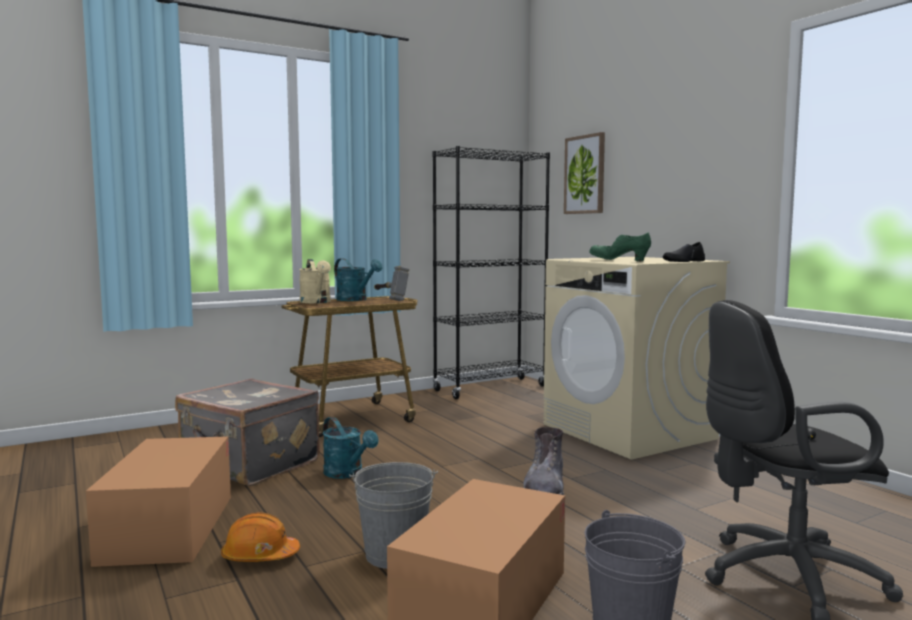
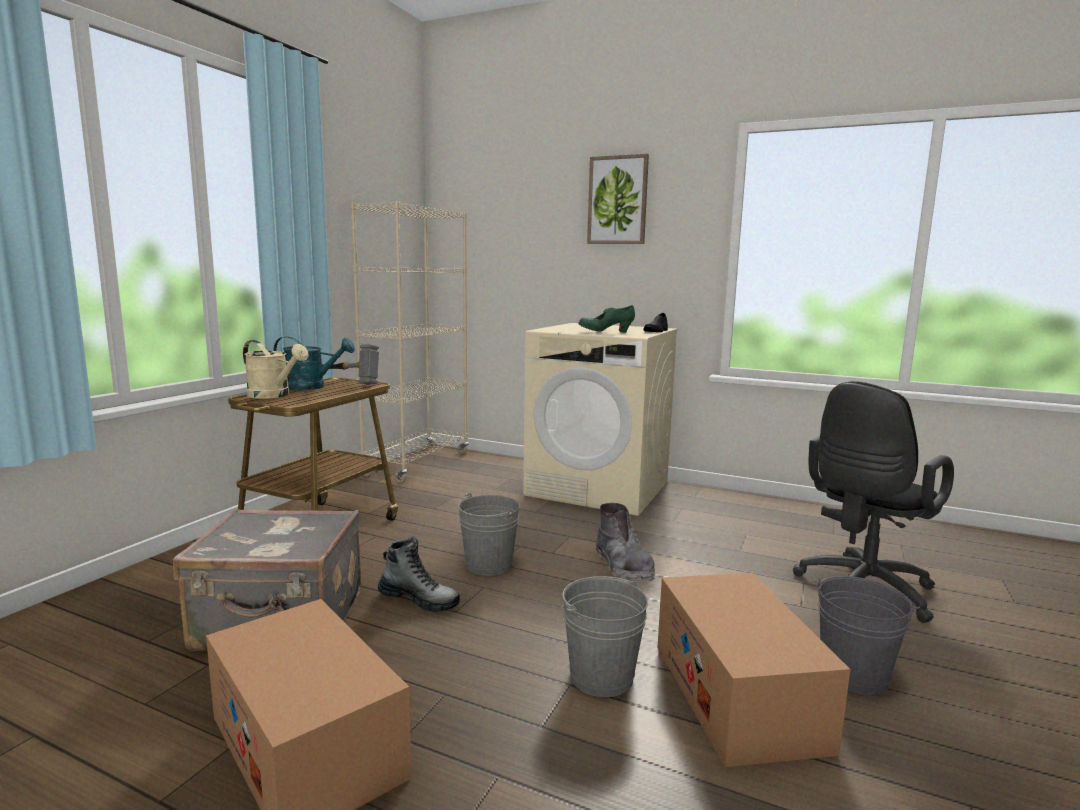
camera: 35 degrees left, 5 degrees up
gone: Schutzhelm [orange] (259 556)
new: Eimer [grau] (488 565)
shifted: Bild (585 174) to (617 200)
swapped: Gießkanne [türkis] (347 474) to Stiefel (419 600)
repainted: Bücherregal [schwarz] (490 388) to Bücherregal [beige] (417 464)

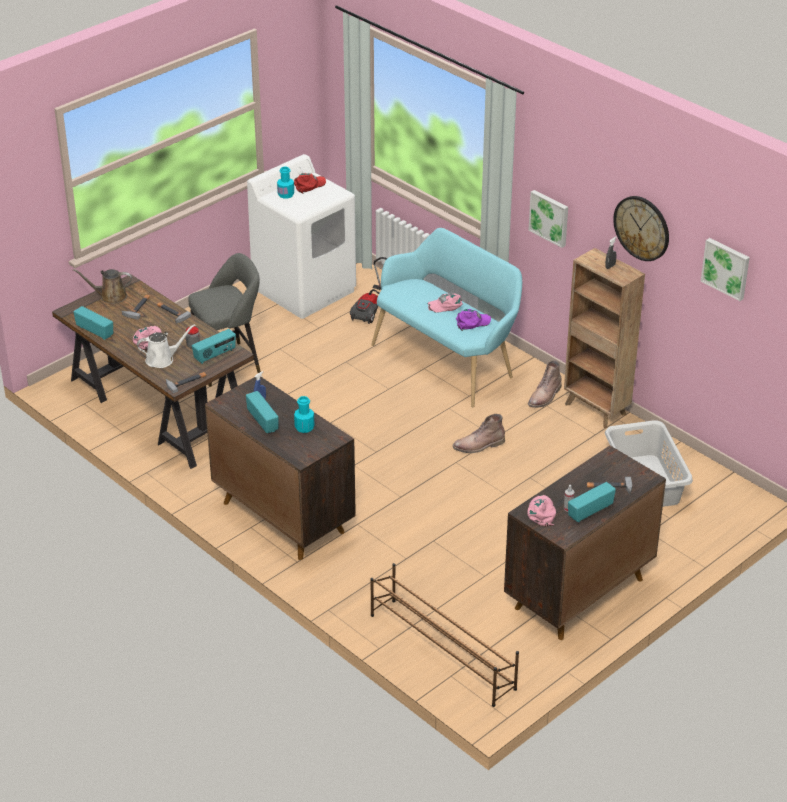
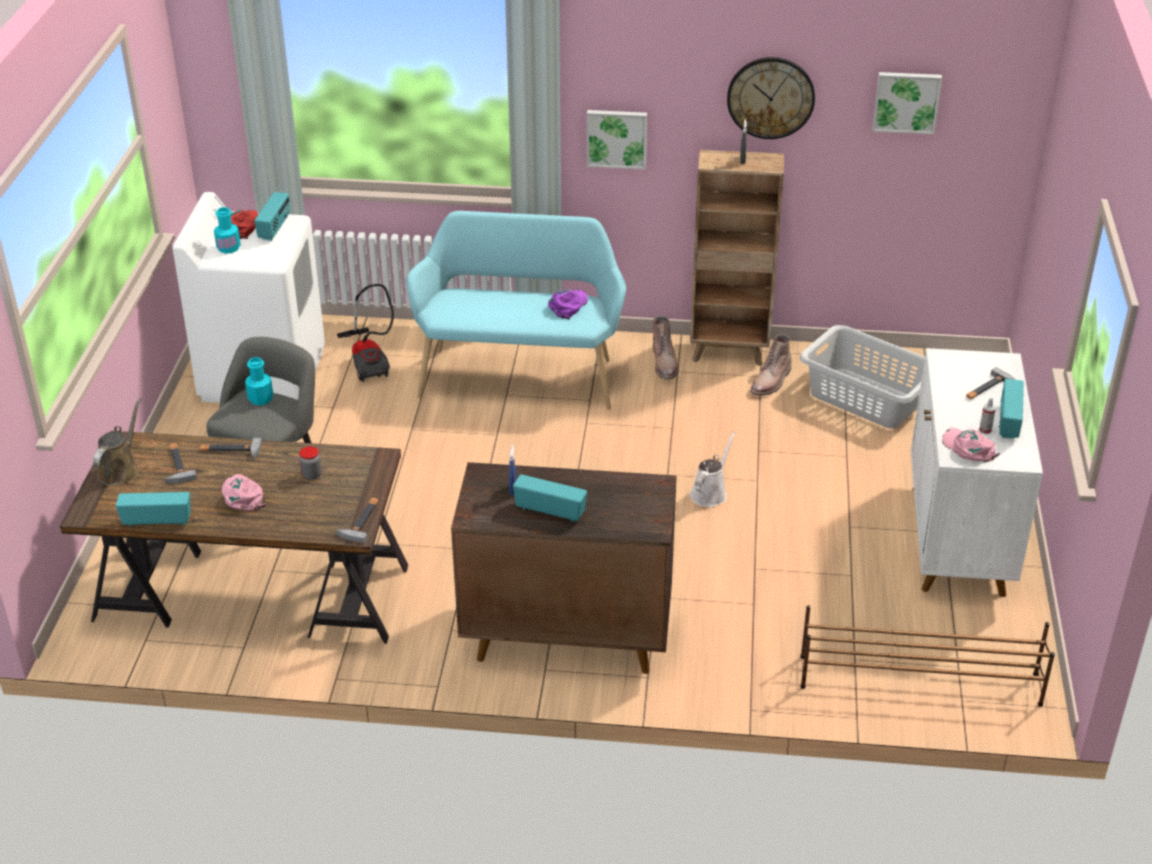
camera: 40 degrees left, 0 degrees up
gone: Kappe [rosa] (446 305)
shifted: Flasche [türkis] (304 427) to (260 399); Radio (215 355) to (275 228); Gießkanne [weiß] (162 359) to (710 493); Stiefel [braun] (478 446) to (771 382)
repainted: Schrank [braun] (578 594) to Schrank [weiß] (957 541)
rotated: Gießkanne [braun] (110 296) = (120 470) 150 degrees clockwise

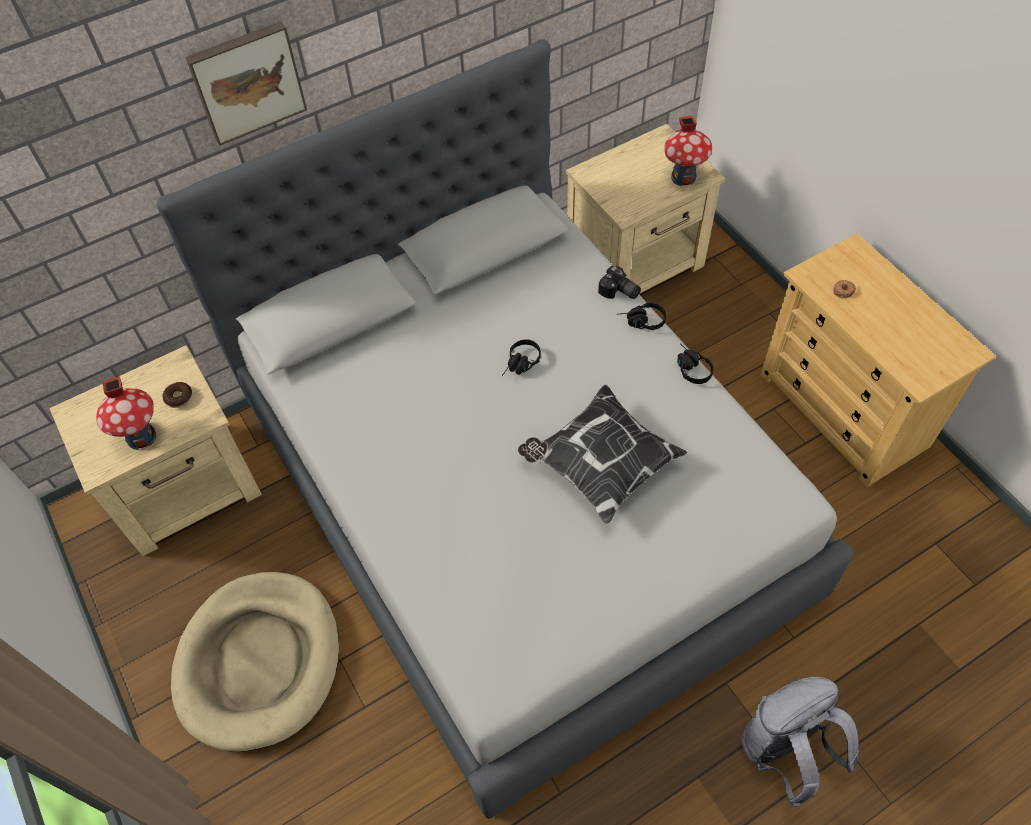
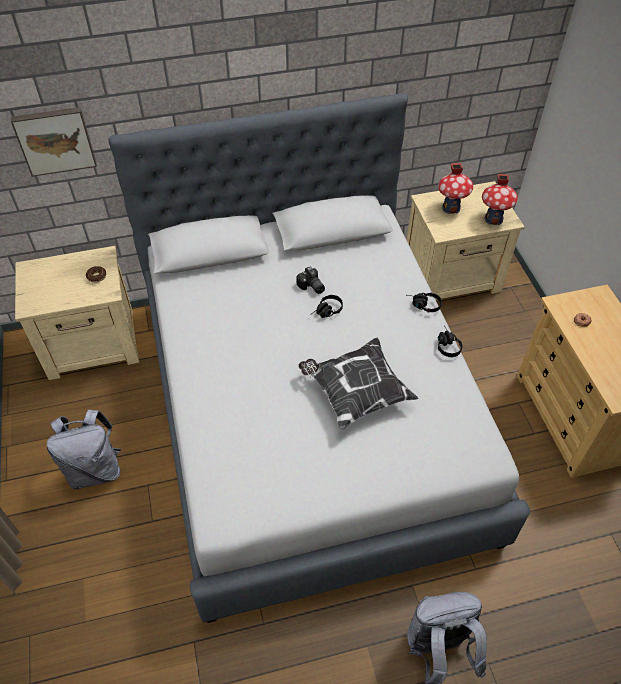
camera: 15 degrees right, 5 degrees down
shifted: Bild (247 81) to (55 140); Kamera (619 292) to (311 287); Spielzeughaus (141 437) to (451 208)
swapped: Hundebett [beige] (259 661) to Rucksack [grau] (95 469)

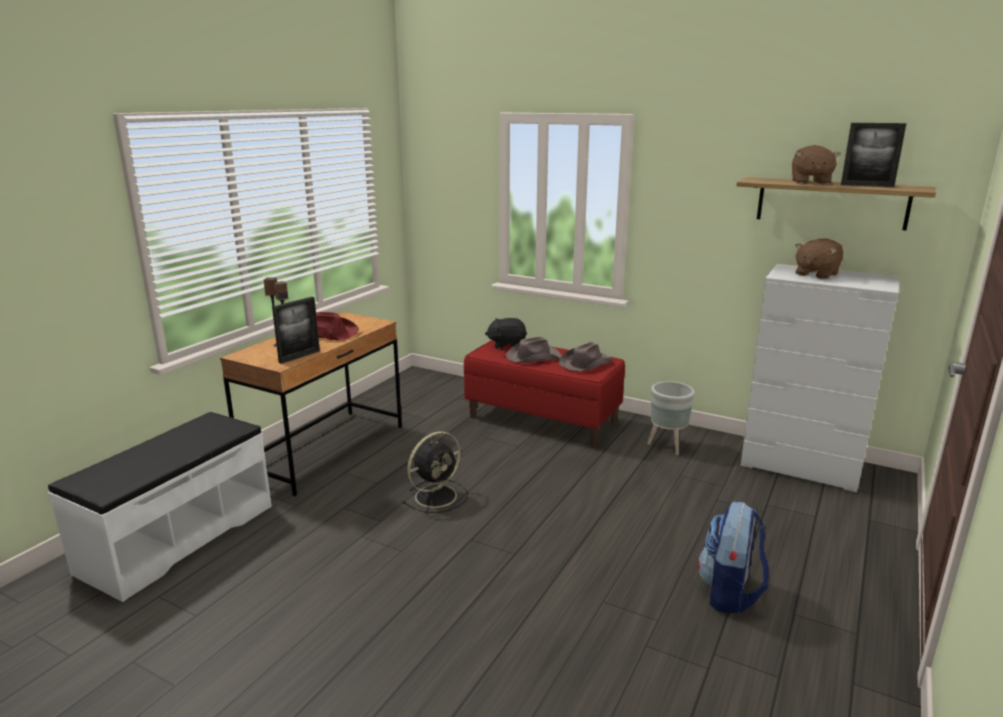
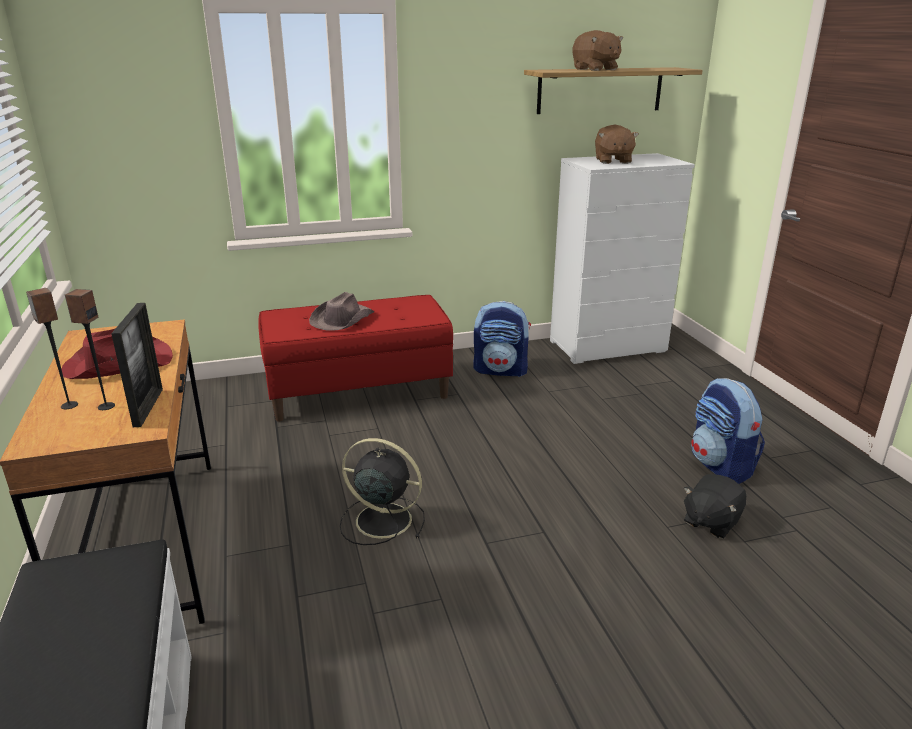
camera: 45 degrees left, 5 degrees up
gone: Hut [braun] (585 363); Bilderrahmen (867 185)
shifted: Plüschtier [schwarz] (507 345) to (710 521)
swapped: Pflanzkübel [grau] (668 446) to Rucksack (501 370)
rotated: Ventilator [schwarz] (437 496) = (381 520) 75 degrees counterclockwise

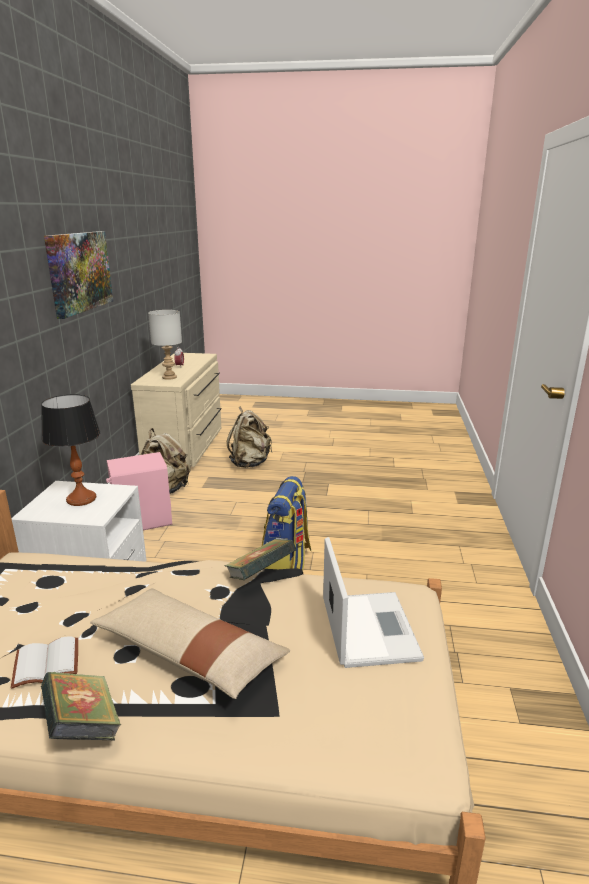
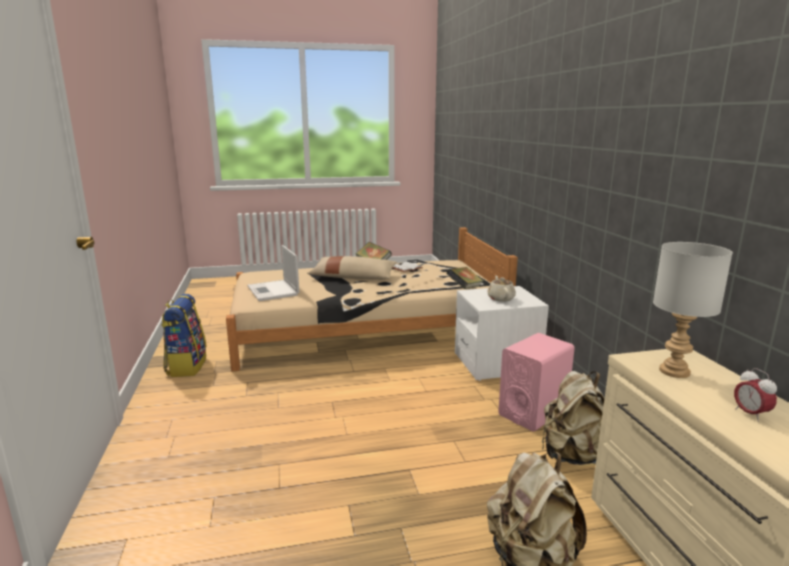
camera: 160 degrees right, 5 degrees down
gone: Bild (79 272)
shifted: Rucksack (287 563) to (186 366); Buch (260 575) to (464 288)
swapped: Tischlampe (81 499) to Teekanne [beige] (500 298)

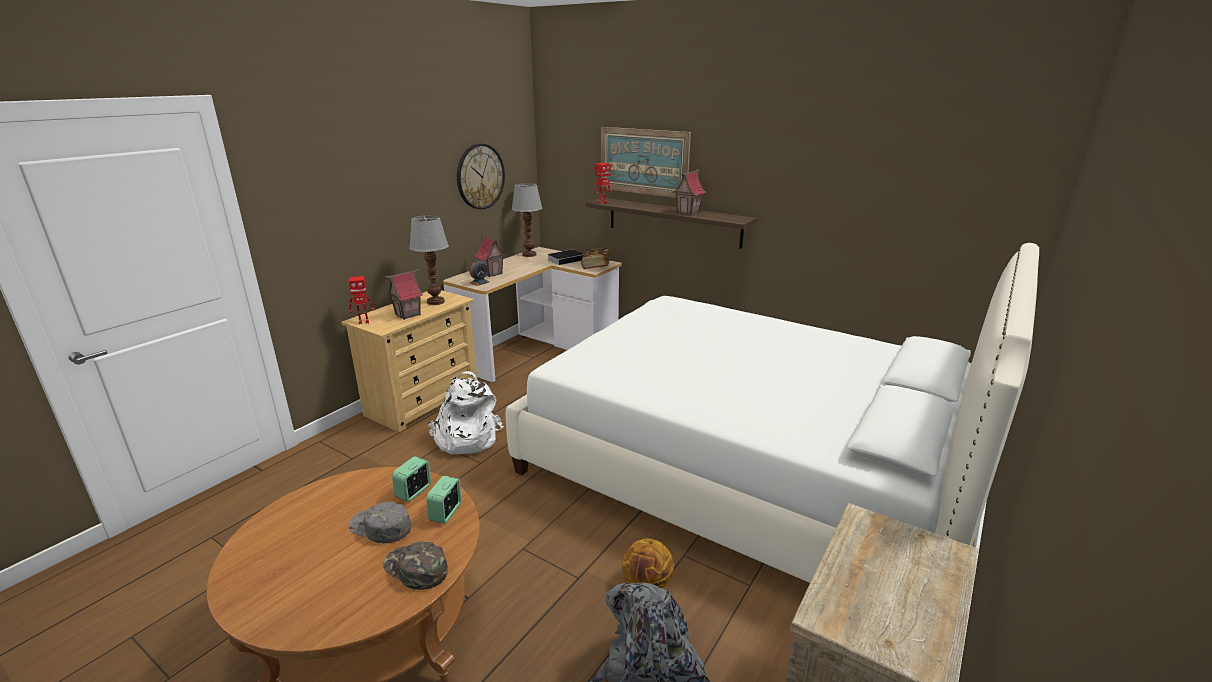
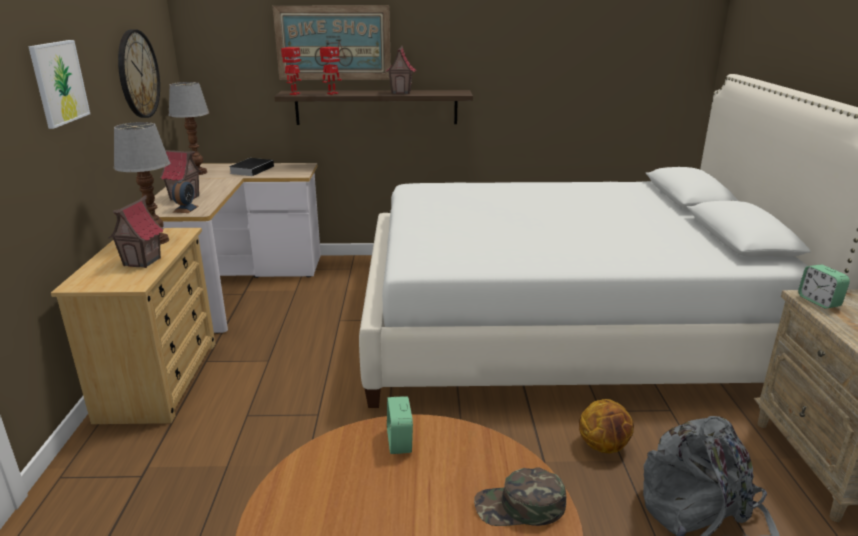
camera: 35 degrees left, 0 degrees up
gone: Kappe [grau] (380 527); Rucksack [weiß] (465 438); Buch (596 266)
new: Bild (59 82)
shifted: Spielzeugroboter (364 322) to (332 93); Wecker (446 513) to (819 301)

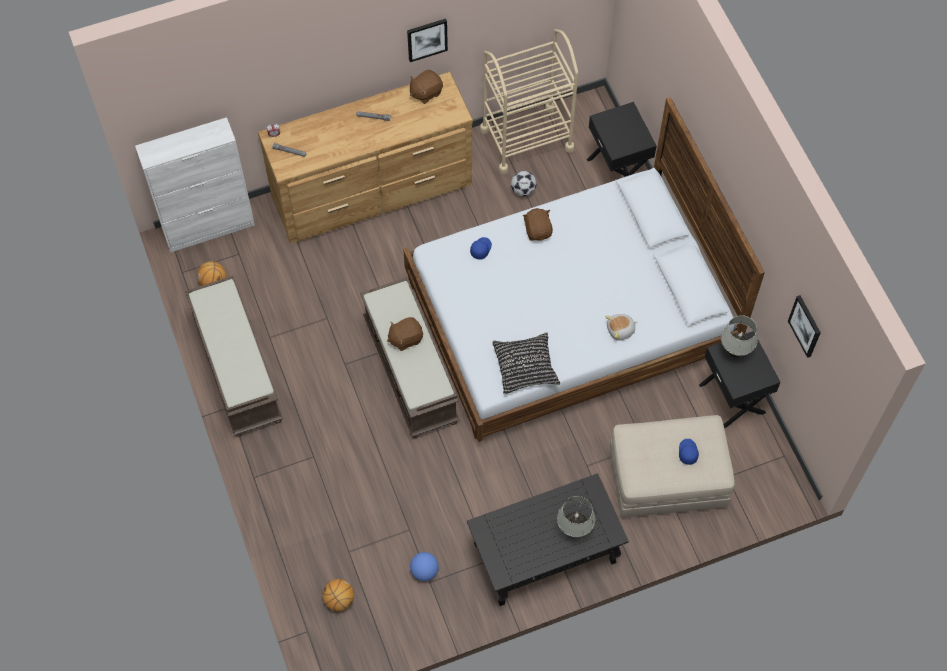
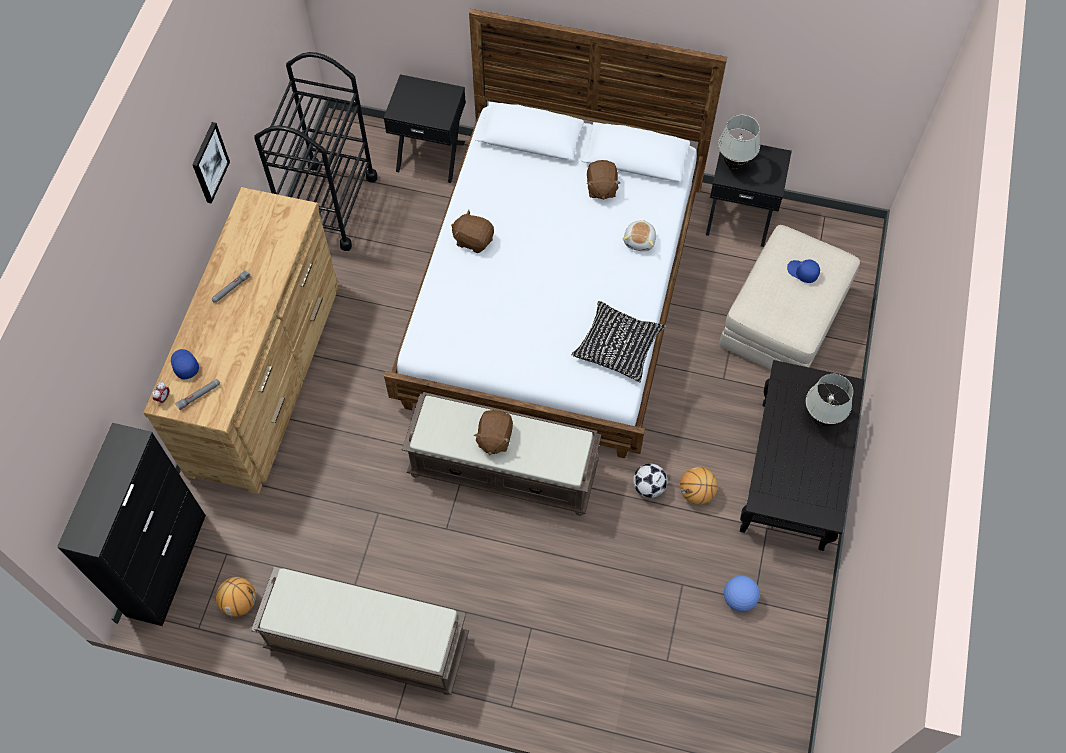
camera: 55 degrees left, 0 degrees up
gone: Bild (805 326)
shifted: Kappe [blau] (480 249) to (184 365); Plüschtier [braun] (425 92) to (601 188); Fußball (523 190) to (648 487); Basketball (339 600) to (696 493)
repainted: Schrank [weiß] (209 227) to Schrank [schwarz] (167 564); Rollwagen [beige] (526 139) to Rollwagen [schwarz] (329 205)

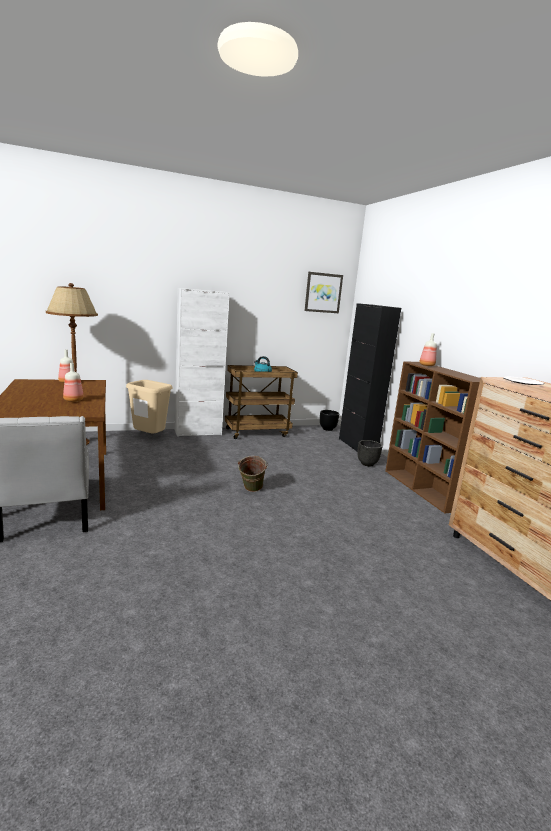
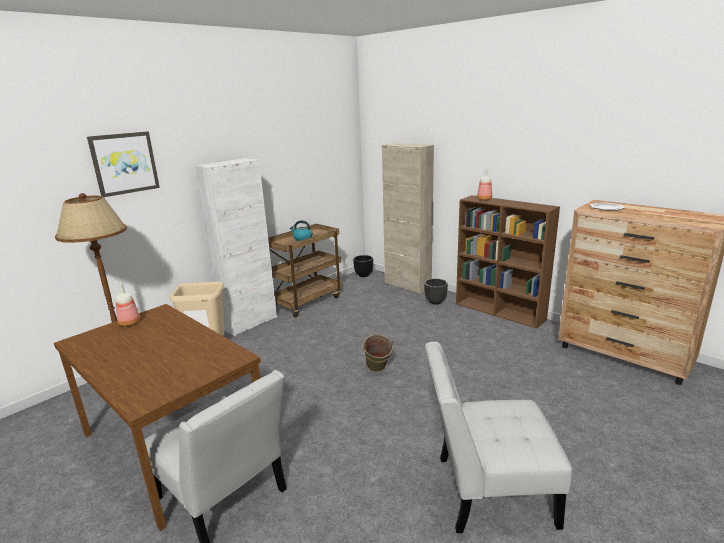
camera: 25 degrees left, 5 degrees up
gone: Flasche (74 400)
new: Stuhl [weiß] (487 491)
shifted: Bild (323 293) to (124 163)
repainted: Schrank [schwarz] (357 446) to Schrank [beige] (407 285)

